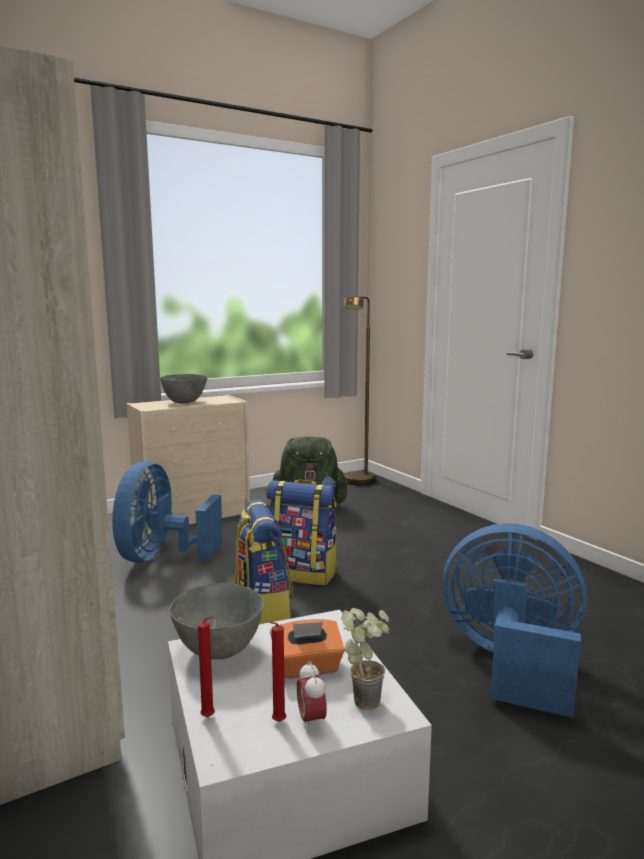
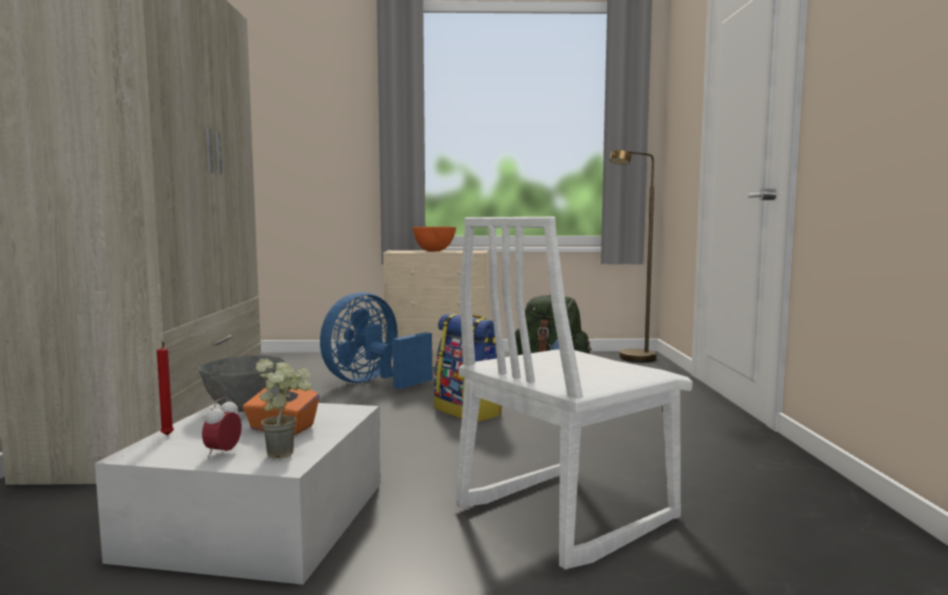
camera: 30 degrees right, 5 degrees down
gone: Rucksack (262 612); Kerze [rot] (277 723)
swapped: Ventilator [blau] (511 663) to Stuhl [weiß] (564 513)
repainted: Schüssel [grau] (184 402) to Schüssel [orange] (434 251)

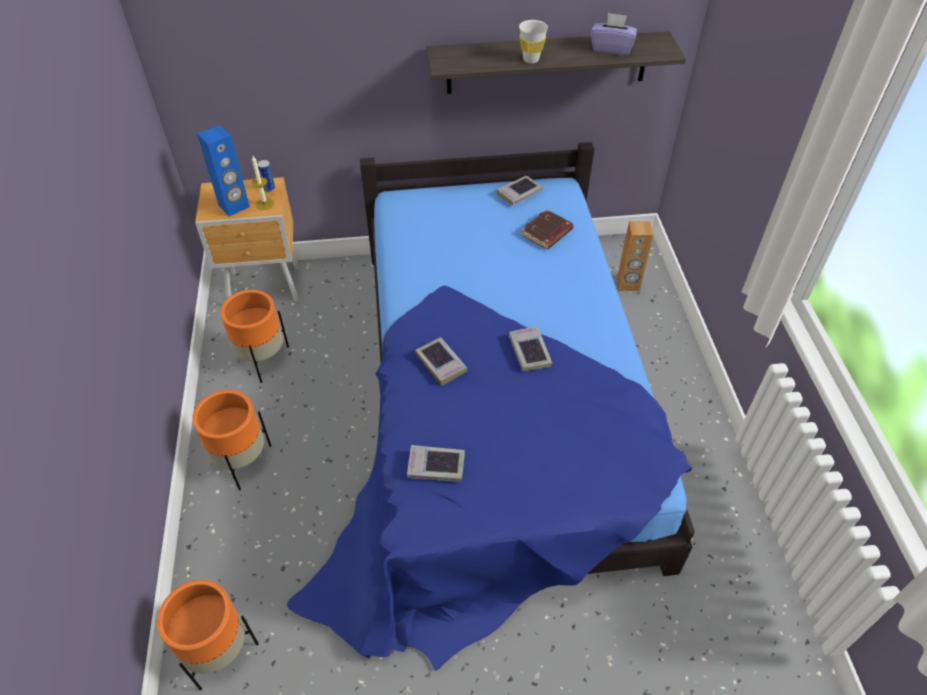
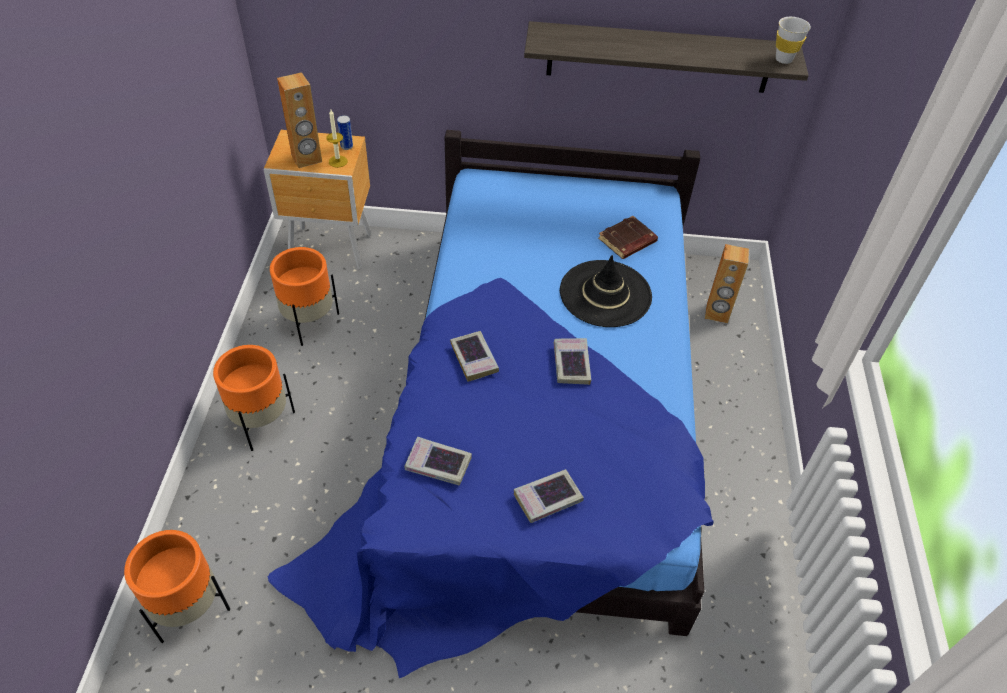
camera: 10 degrees right, 0 degrees up
gone: Taschentuchbox [lila] (611 48)
new: Hut [schwarz] (605 294)
shifted: Buch (519 193) to (548 499); Tasse [weiß] (531 59) to (783 59)
repainted: Lautsprecher [blau] (234 206) to Lautsprecher [braun] (307 159)

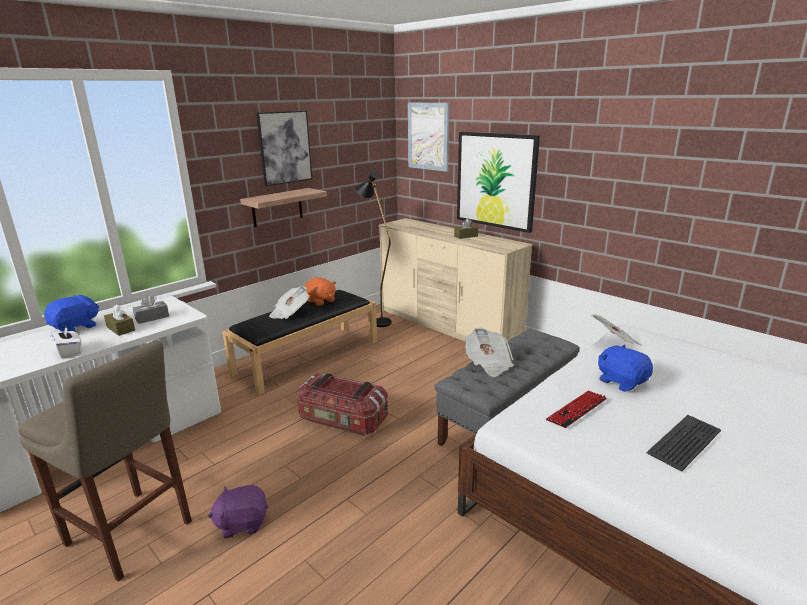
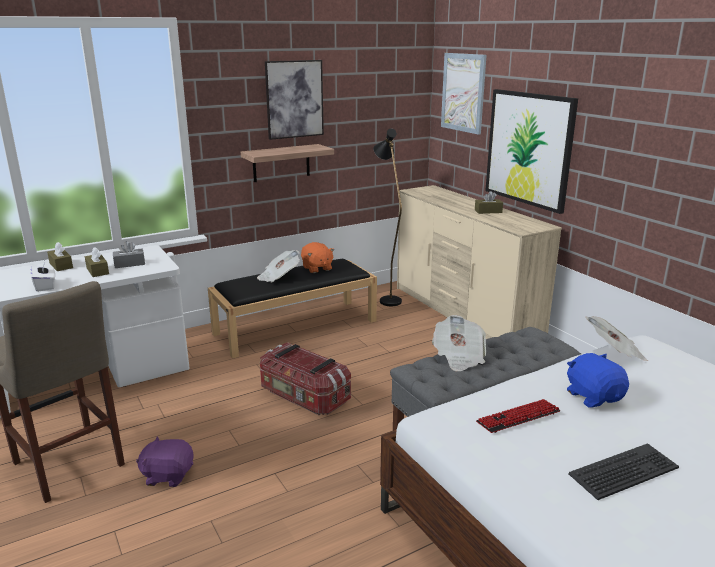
camera: 15 degrees right, 0 degrees up
swapped: Plüschtier [blau] (76 328) to Taschentuchbox [braun] (61 265)

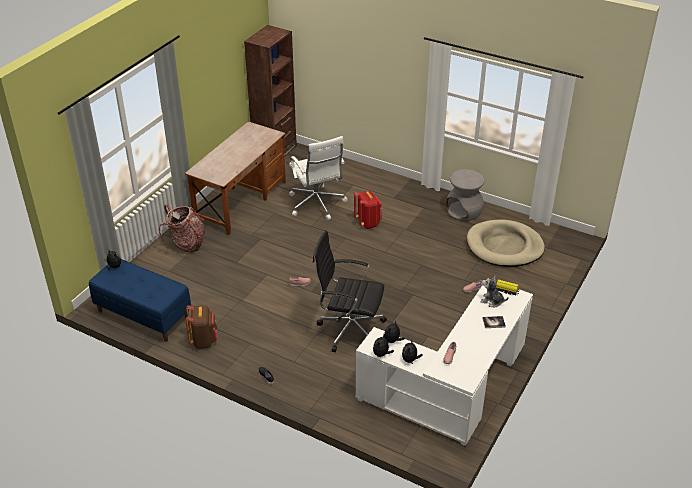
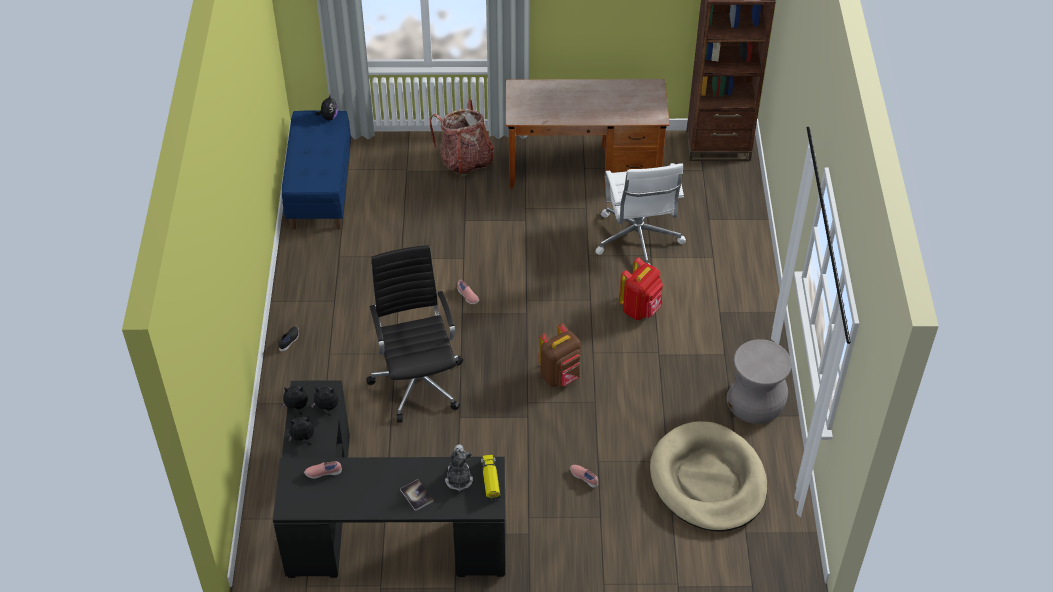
camera: 60 degrees right, 10 degrees up
shifted: Rucksack [braun] (204 341) to (560 376)
repainted: Schreibtisch [weiß] (452 389) to Schreibtisch [schwarz] (376 529)
rotated: Bürostuhl [weiß] (317 204) = (637 240) 45 degrees counterclockwise

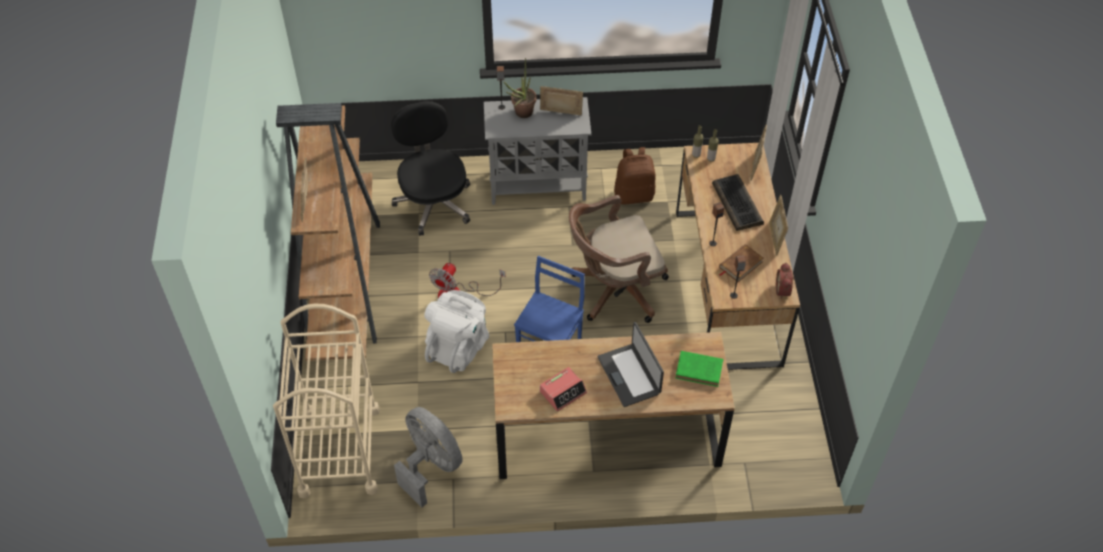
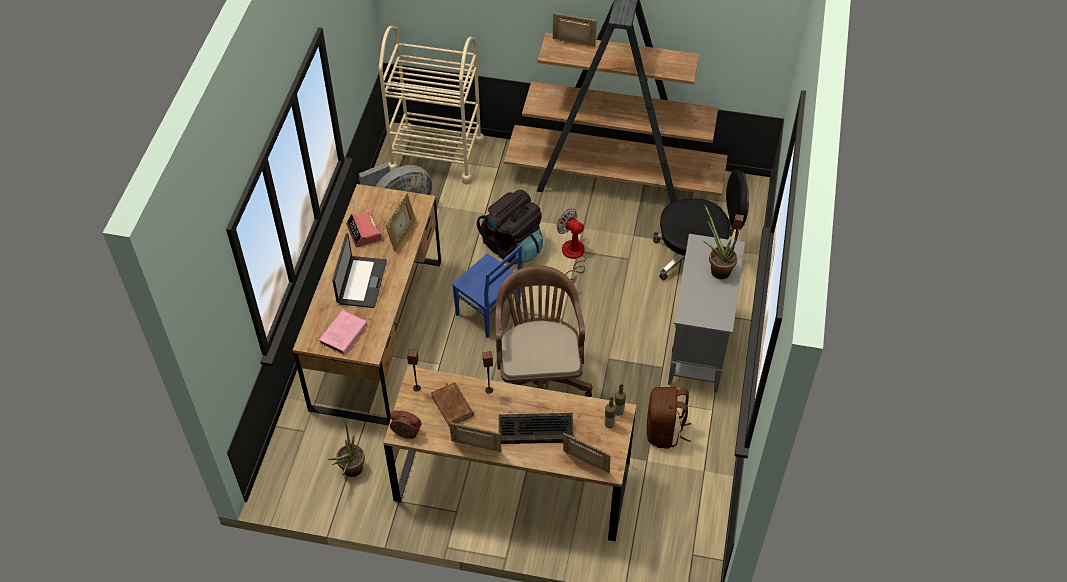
camera: 105 degrees right, 0 degrees up
new: Topfpflanze (350 472)
shifted: Bilderrahmen (561 114) to (402 235)
repainted: Buch [grün] (700 370) to Buch [rosa] (342 335); Rucksack [weiß] (458 346) to Rucksack [schwarz] (512 246)
rotated: Laptop (629 375) = (361 282) 105 degrees clockwise

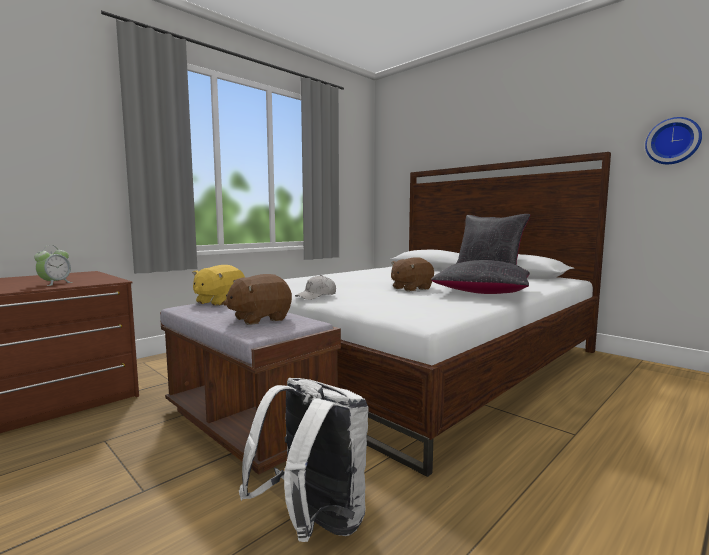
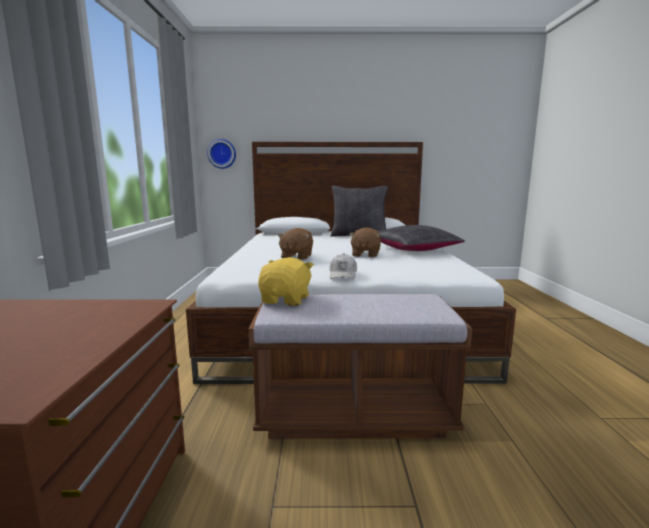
camera: 45 degrees left, 5 degrees up
gone: Wecker (55 283); Rucksack [weiß] (313 524)
shifted: Wanduhr (673 141) to (222 154); Plüschtier [braun] (259 319) to (296 257)
rotated: Plüschtier [gelb] (219 302) = (286 300) 150 degrees counterclockwise

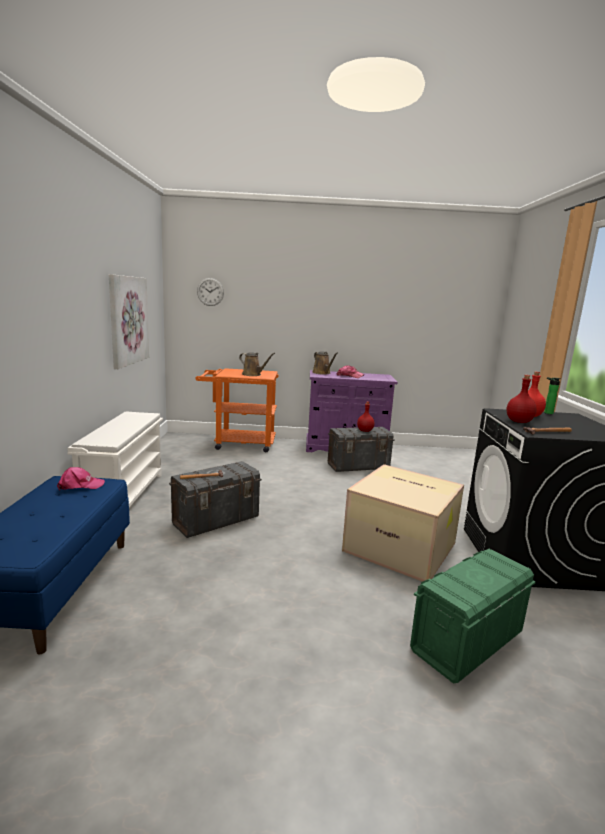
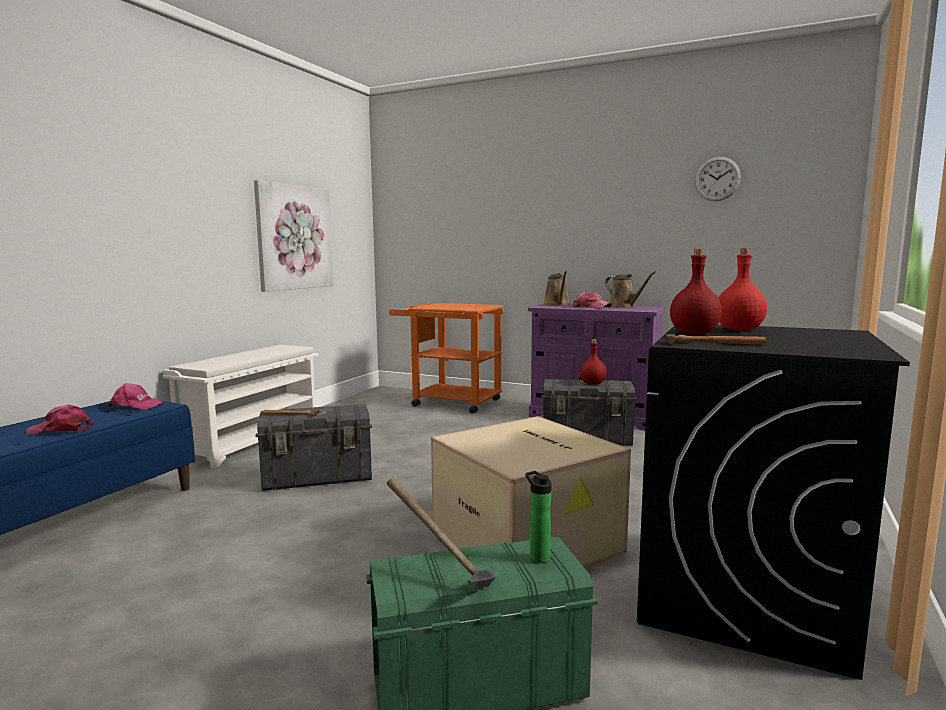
camera: 25 degrees right, 5 degrees down
new: Kappe [rosa] (61 430); Hammer (440 575)
shifted: Flasche (547 413) to (537 556); Gießkanne [braun] (253 374) to (624 306); Wanduhr (210 292) to (717 179)

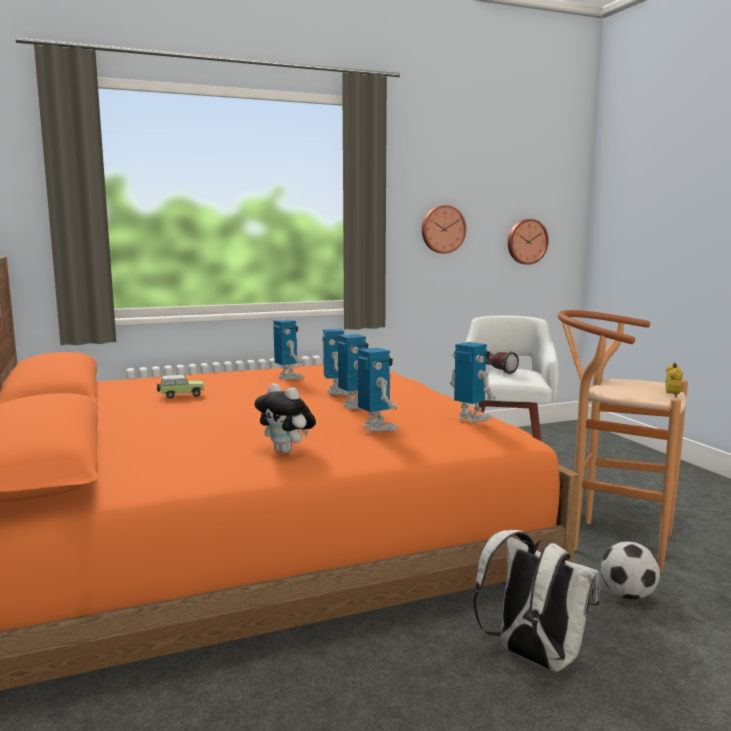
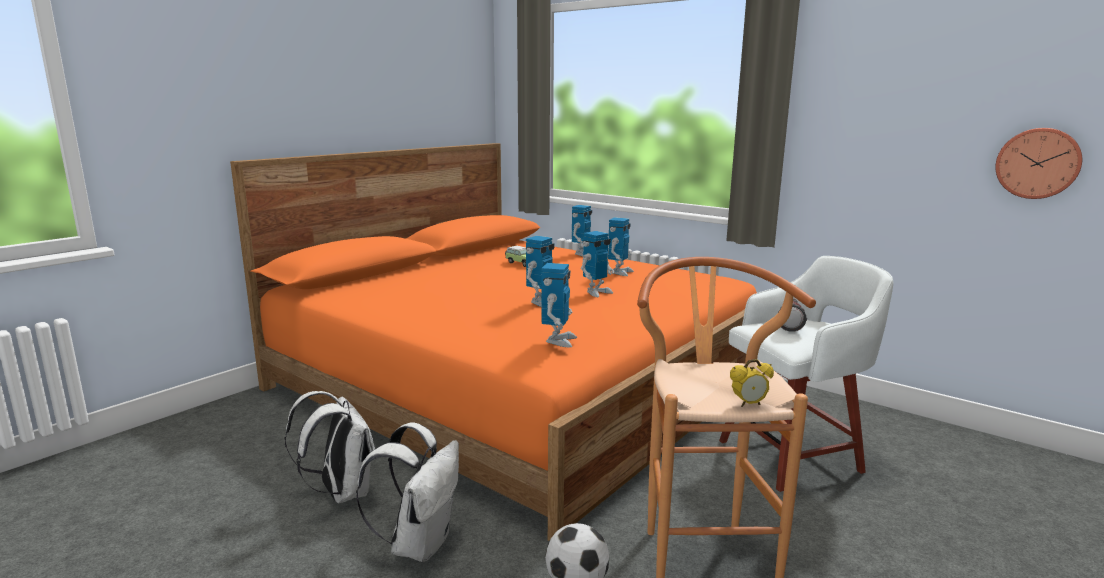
camera: 60 degrees right, 5 degrees up
gone: Plüschtier (287 451); Wanduhr (442 229)
new: Rucksack [weiß] (341 492)
shifted: Spielzeugroboter (377 428) to (582 254)

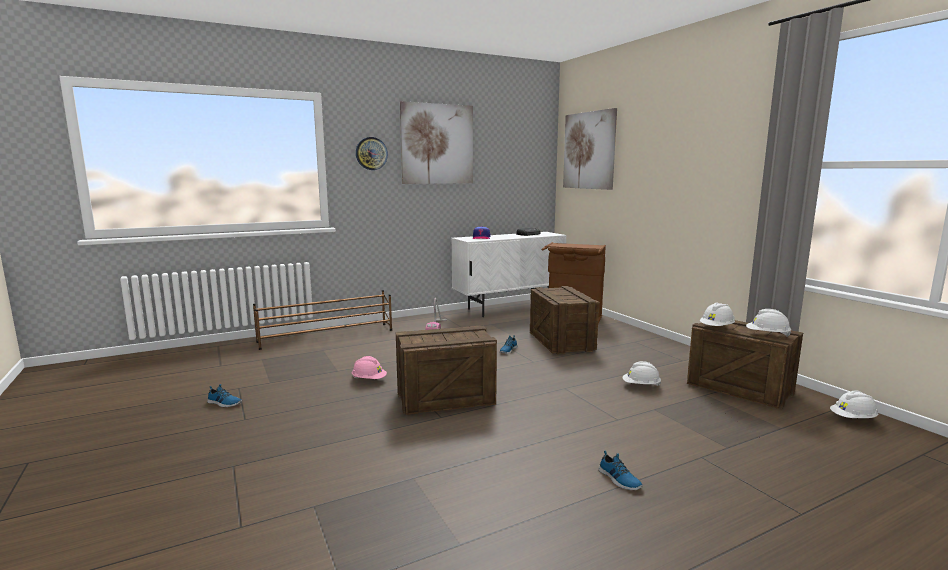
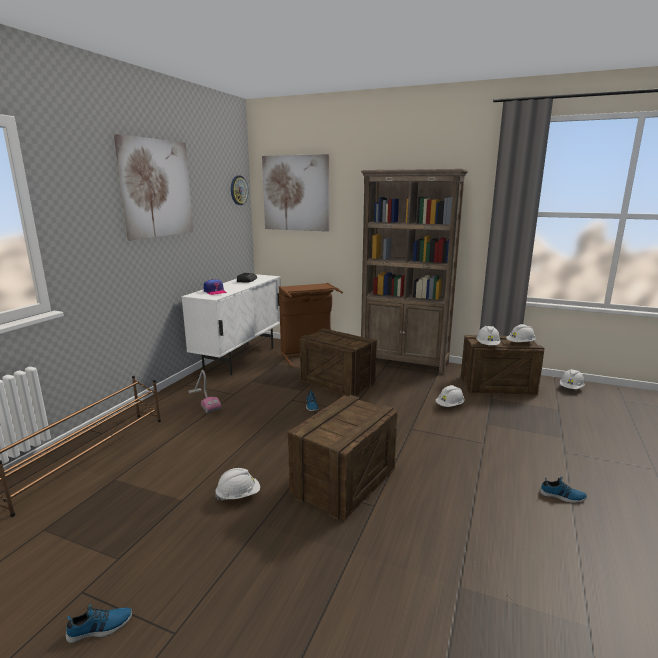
camera: 40 degrees left, 5 degrees up
new: Bücherregal [braun] (405 362)
shifted: Wanduhr (371 153) to (238 190)
repainted: Schutzhelm [rosa] (369 380) to Schutzhelm [weiß] (238 495)

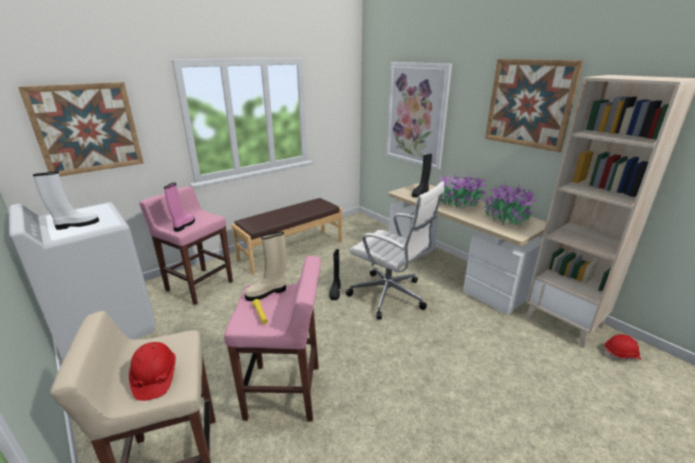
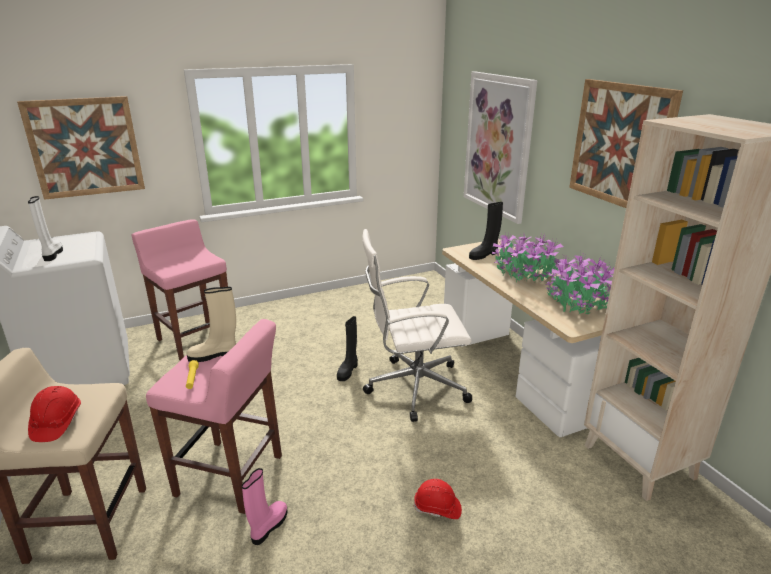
camera: 15 degrees right, 0 degrees up
gone: Bank [braun] (291 250)
shifted: Stiefel [rosa] (184 225) to (268 526); Schutzhelm [rot] (621 355) to (437 508)
rotated: Stiefel [weiß] (76 225) = (52 254) 90 degrees counterclockwise; Bürostuhl [weiß] (390 296) = (413 387) 120 degrees clockwise

